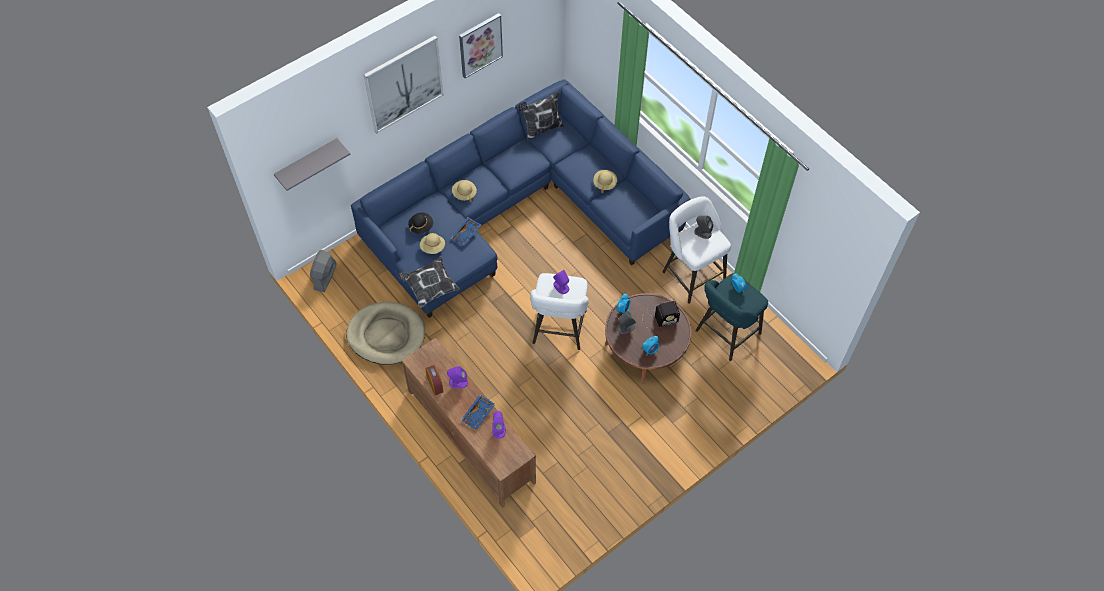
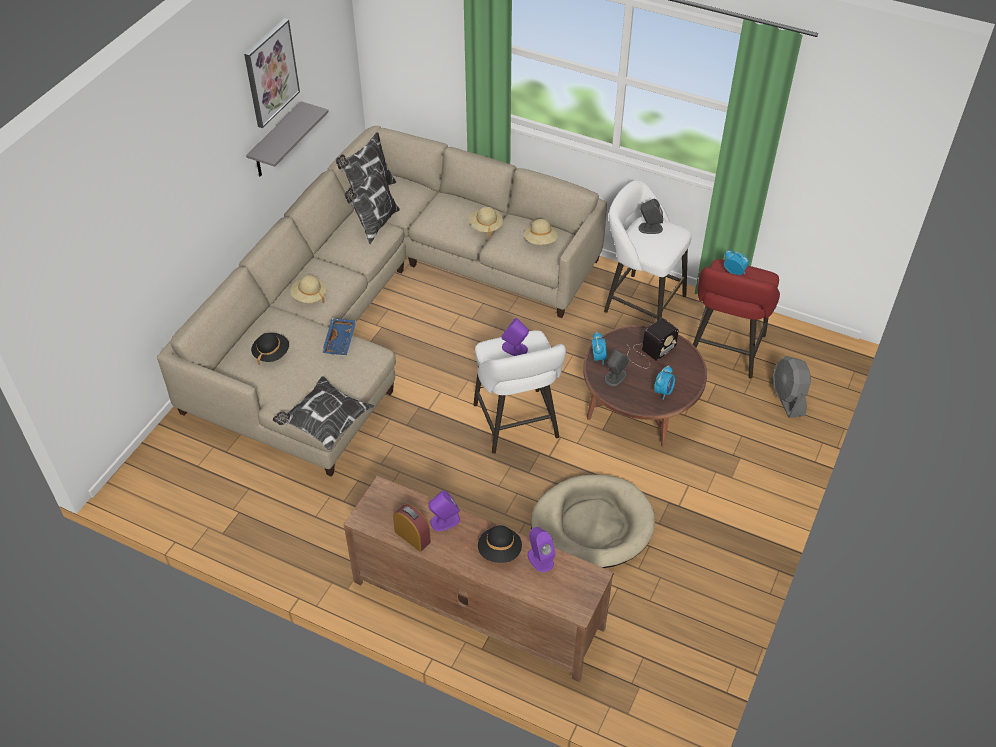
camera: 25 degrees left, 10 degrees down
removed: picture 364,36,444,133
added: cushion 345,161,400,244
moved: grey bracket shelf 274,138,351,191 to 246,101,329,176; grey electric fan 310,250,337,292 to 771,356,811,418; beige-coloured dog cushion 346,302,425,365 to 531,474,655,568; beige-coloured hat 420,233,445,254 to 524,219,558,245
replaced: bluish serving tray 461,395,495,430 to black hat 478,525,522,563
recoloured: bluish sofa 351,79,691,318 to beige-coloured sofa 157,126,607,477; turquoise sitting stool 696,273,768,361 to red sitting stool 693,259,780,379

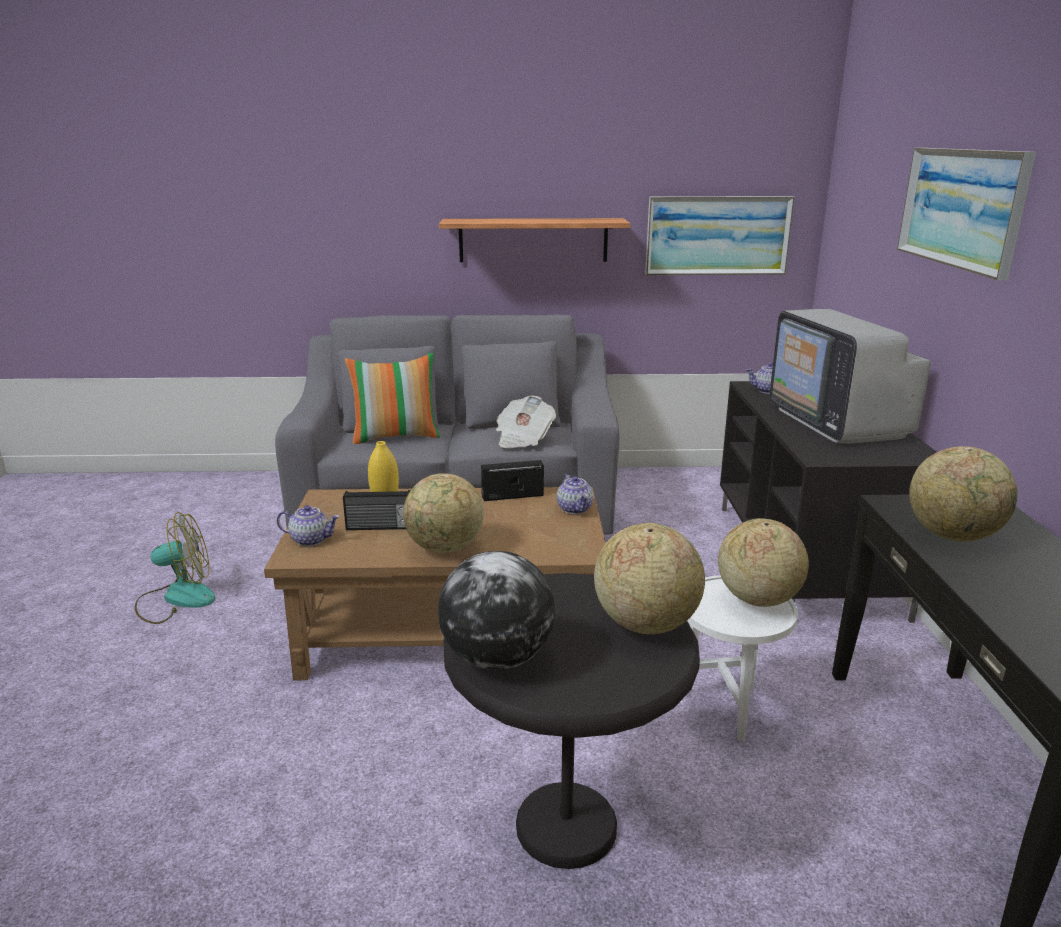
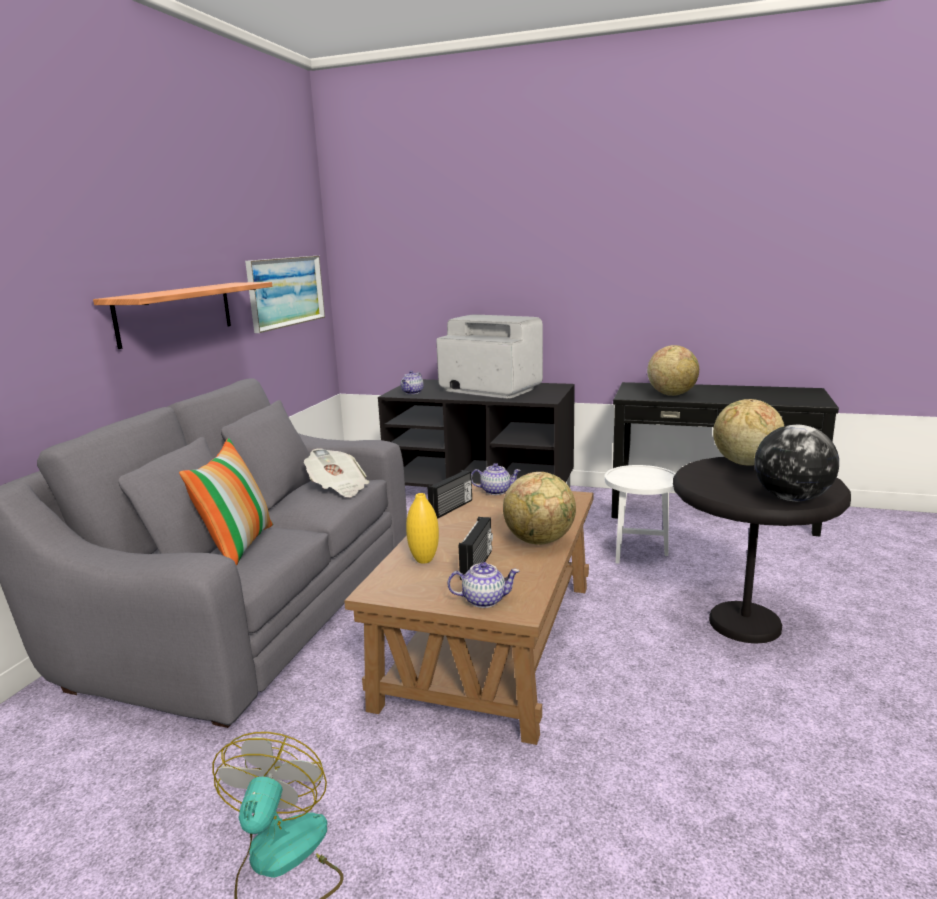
camera: 70 degrees left, 5 degrees down
removed: globe 718,518,809,607; picture 897,148,1036,280
turned: tea pot 277,505,340,546 = 447,562,520,608 60 degrees clockwise; radio 481,460,544,501 = 428,470,472,519 150 degrees counterclockwise; TV 770,309,931,444 = 436,314,543,399 150 degrees counterclockwise

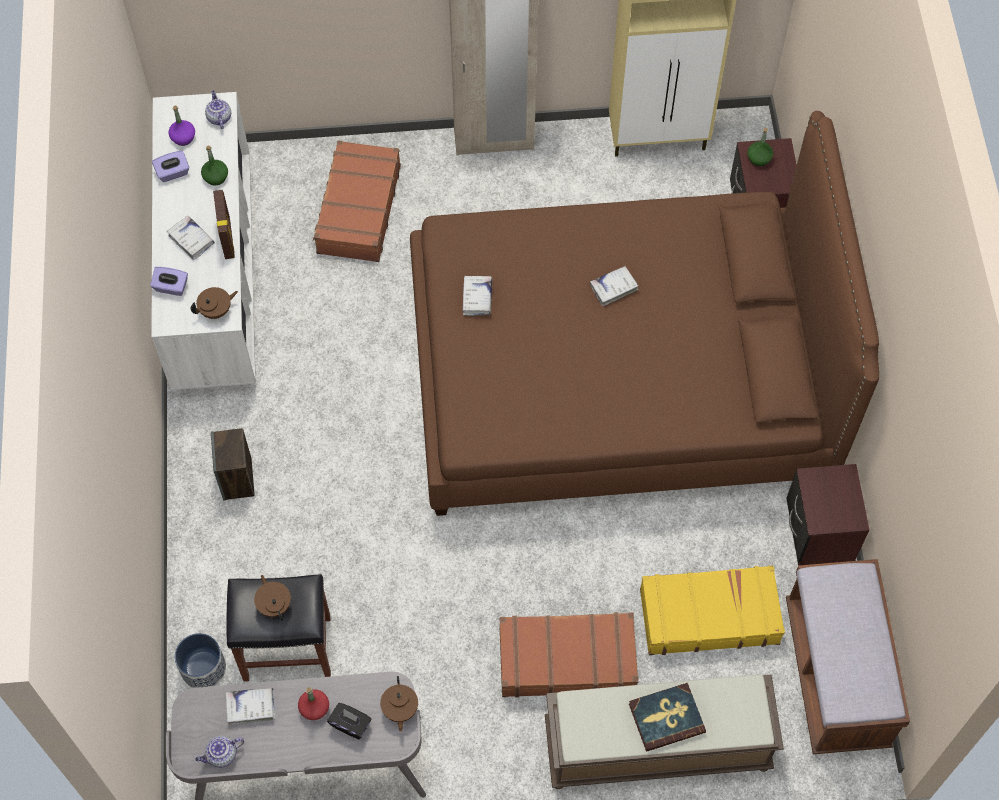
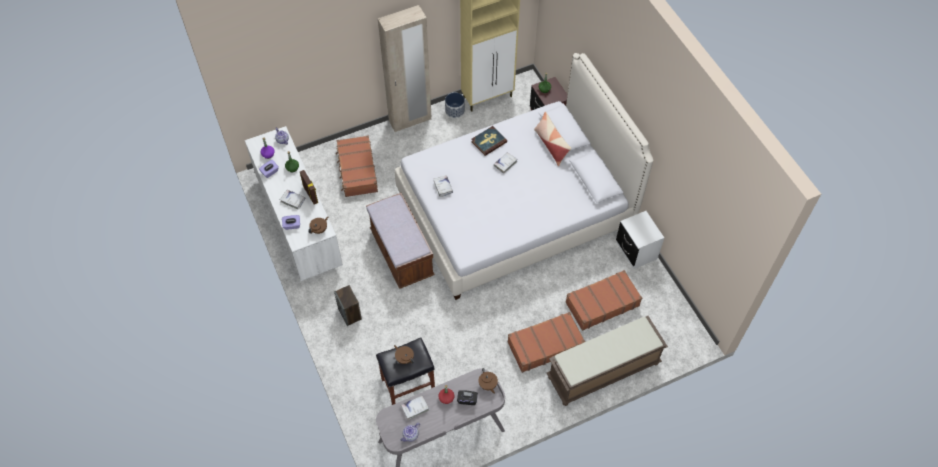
camera: 20 degrees left, 5 degrees down
added: cushion 534,111,571,166
moved: flower pot 174,633,226,688 to 445,92,465,119; volume 629,683,706,752 to 471,126,507,156; brown bench 786,559,910,754 to 366,193,434,289
recoloured: brown bedroom bed 410,111,879,516 to white-coloured bedroom bed 395,53,653,300; yellowish piece of luggage 640,565,785,655 to brown piece of luggage 566,270,642,331; brown night table 786,464,869,565 to white-coloured night table 616,211,664,269

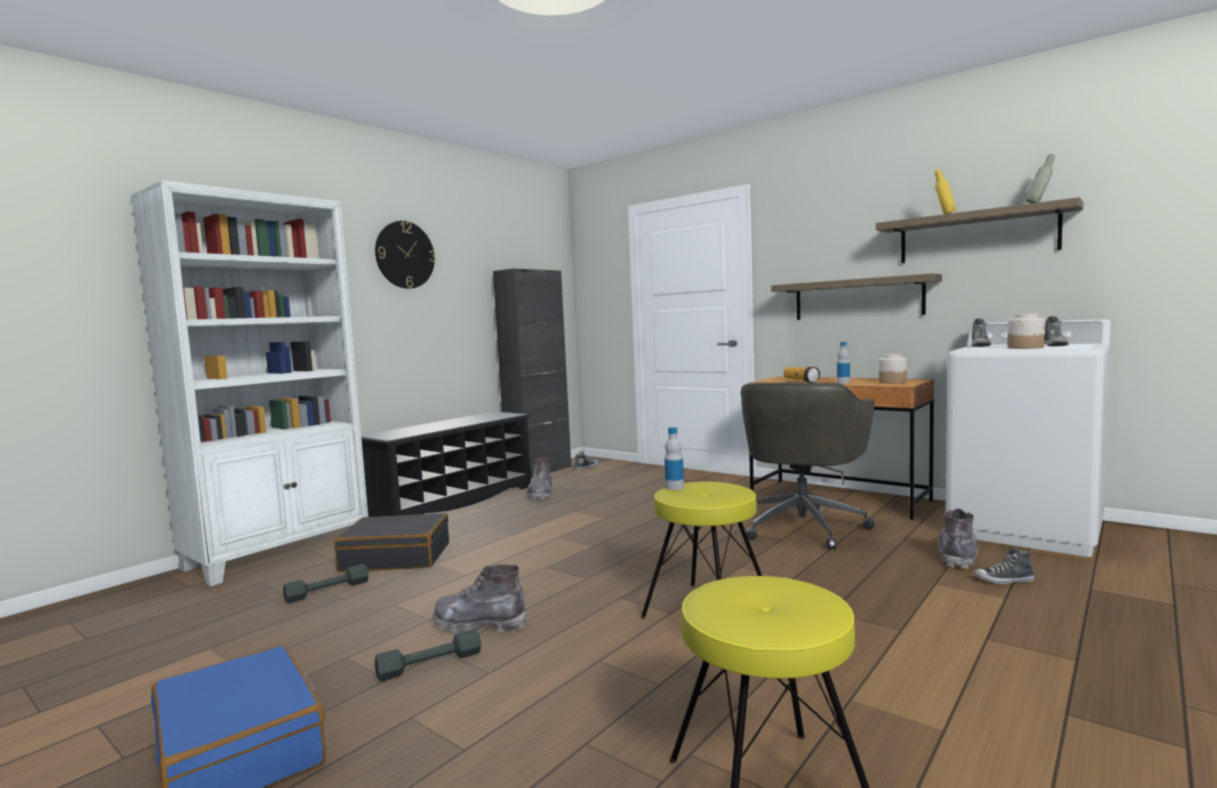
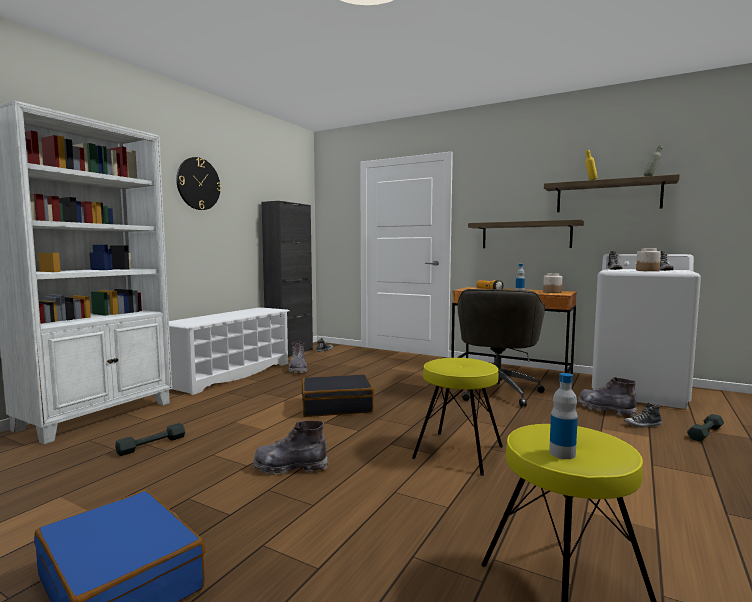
camera: 10 degrees left, 0 degrees up
moved: black piece of luggage 334,513,449,572 to 302,374,374,417; grey dumbbell 375,629,481,682 to 687,414,724,442; bottle 665,427,684,490 to 549,373,578,459
recoloured: black shoe stand 361,412,531,517 to white-coloured shoe stand 169,307,290,395
turned: grey boot 938,508,978,569 = 578,377,638,417 60 degrees counterclockwise

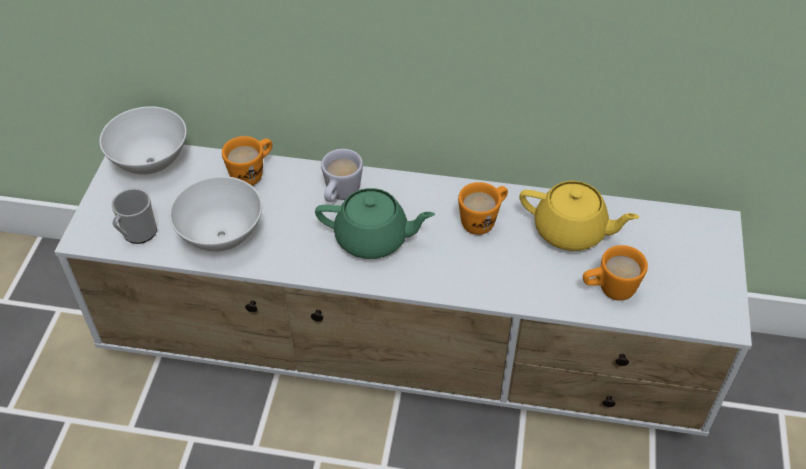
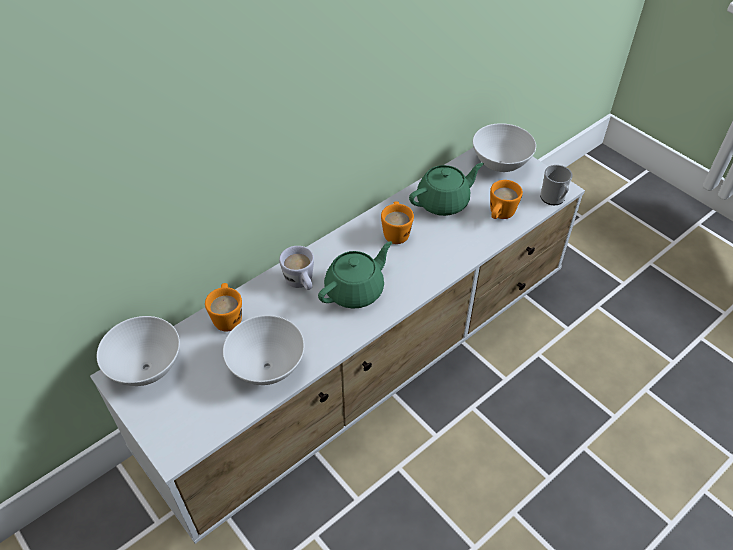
camera: 50 degrees left, 0 degrees up
added: white-coloured deep dish 473,123,536,172
moved: tea mug 111,188,157,244 to 540,165,573,205
recoloured: yellowish tea pot 519,181,640,251 to green tea pot 409,163,484,216

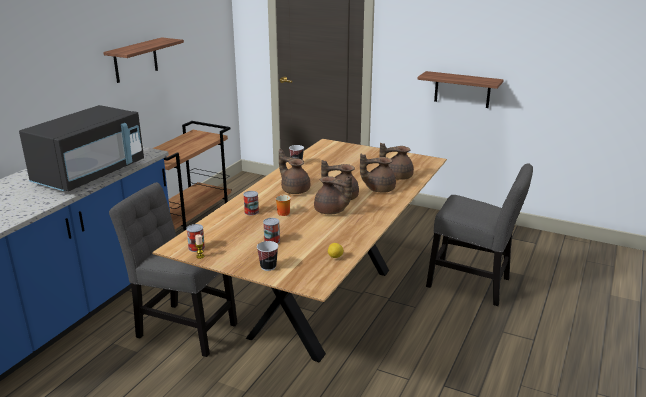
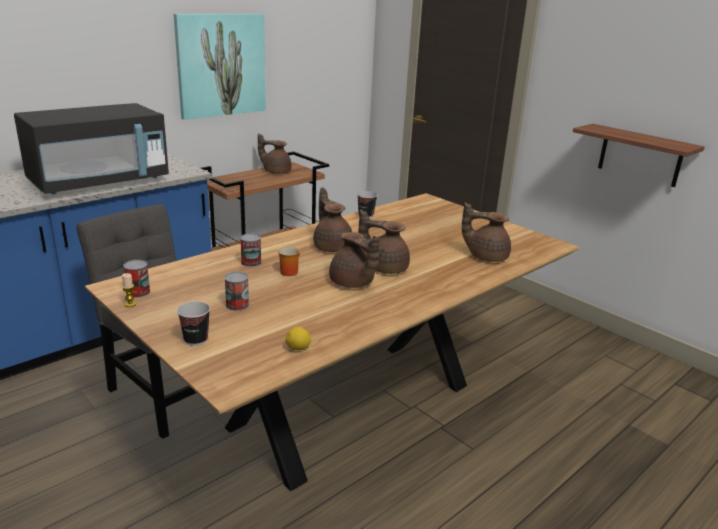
camera: 20 degrees right, 0 degrees up
removed: grey chair 426,163,533,306
moved: brown tea pot 360,154,396,193 to 258,133,292,174
replaced: bracket shelf 103,37,184,83 to picture 174,14,266,120

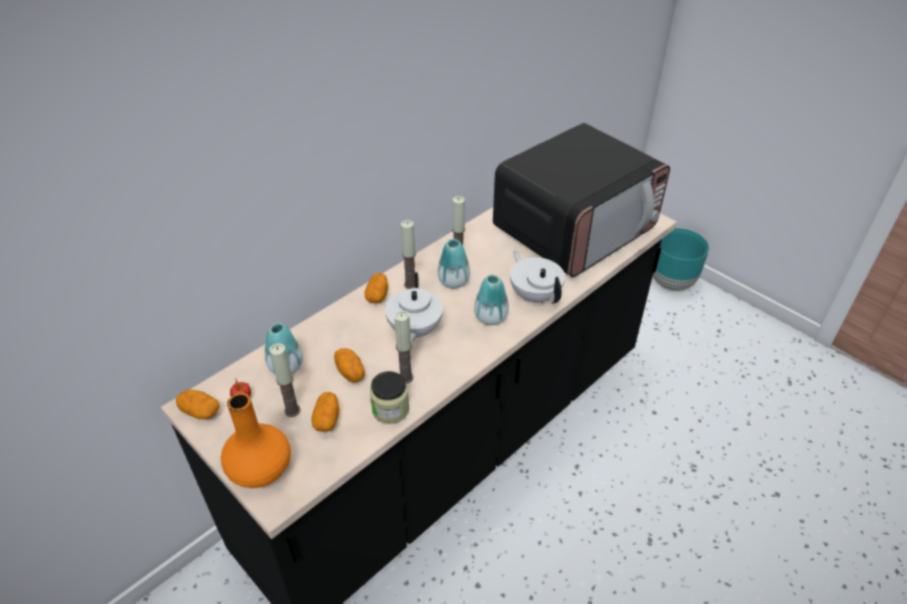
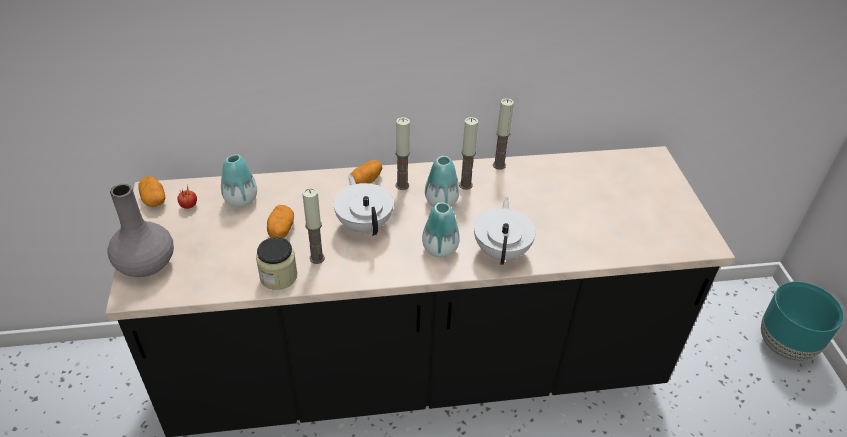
camera: 35 degrees right, 0 degrees up
removed: potato 312,392,340,432; microwave oven 493,123,670,277
moved: wax candle 269,343,300,417 to 493,98,514,170
recoloured: orangey vase 221,393,291,488 to grey vase 107,184,174,277
turned: white-coloured tea pot 385,272,443,341 = 333,174,393,235 120 degrees clockwise

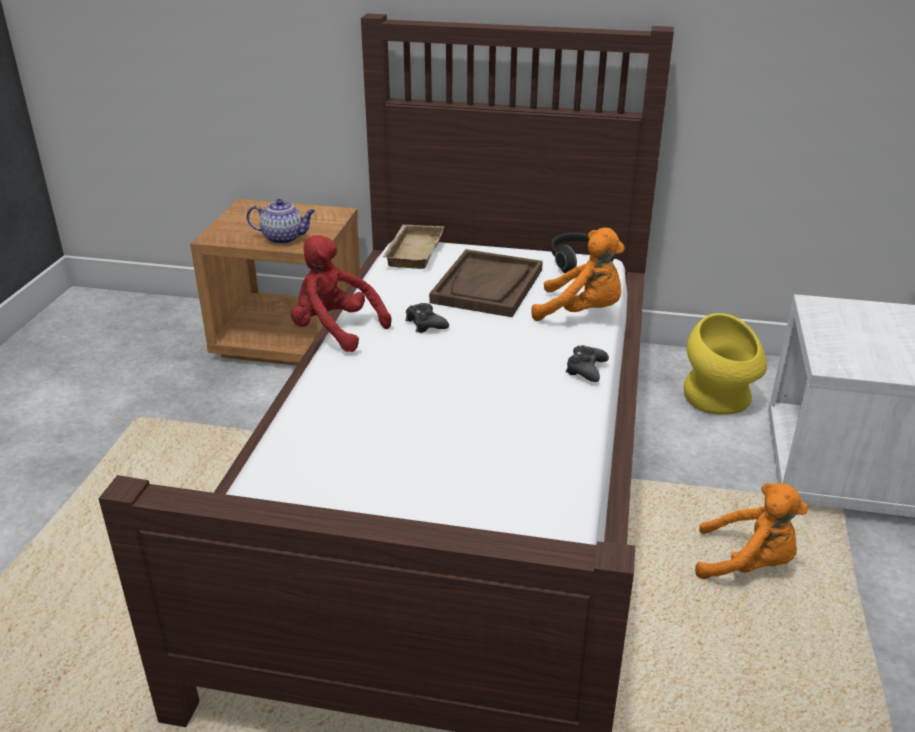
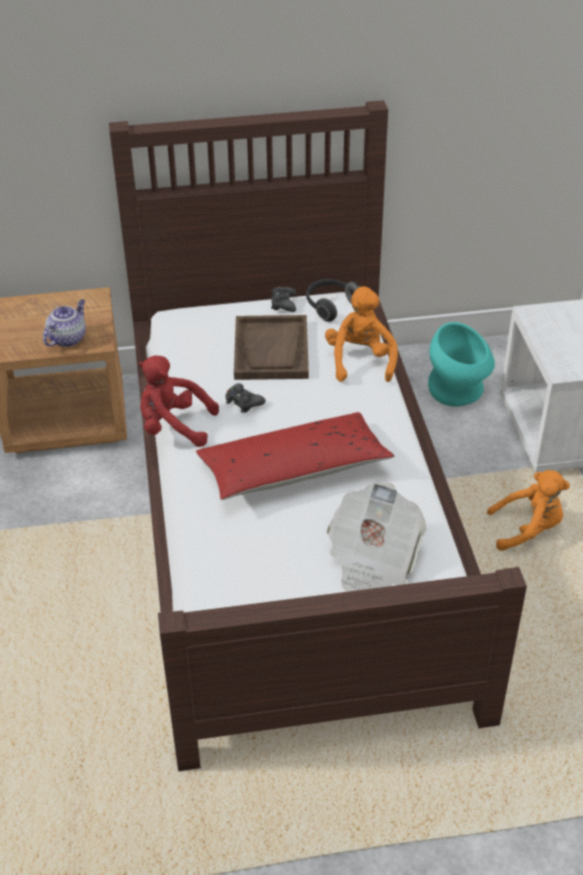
camera: 20 degrees left, 10 degrees up
removed: beige-coloured serving tray 383,225,444,269
added: red cushion 196,412,394,500; daily paper 327,482,426,592
moved: black joypad 566,345,609,382 to 271,287,296,312
recoloured: yellowish vase 684,313,767,415 to turquoise vase 428,322,495,406
turned: tea pot 246,199,315,244 = 43,299,86,347 45 degrees counterclockwise; orangey plush toy 531,228,625,321 = 325,286,398,382 90 degrees counterclockwise

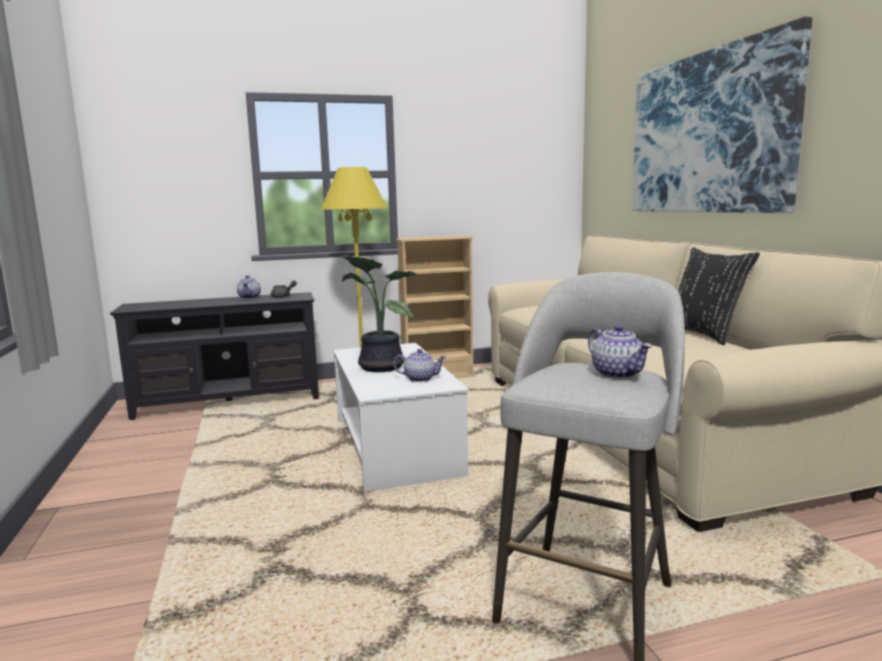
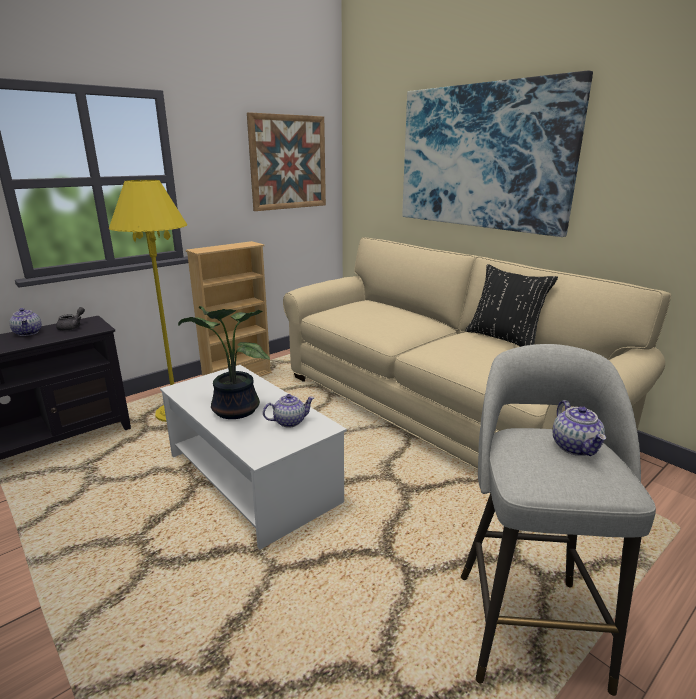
camera: 25 degrees left, 10 degrees up
added: picture 247,112,326,211
turned: tea pot 588,325,652,379 = 553,400,606,456 45 degrees clockwise

